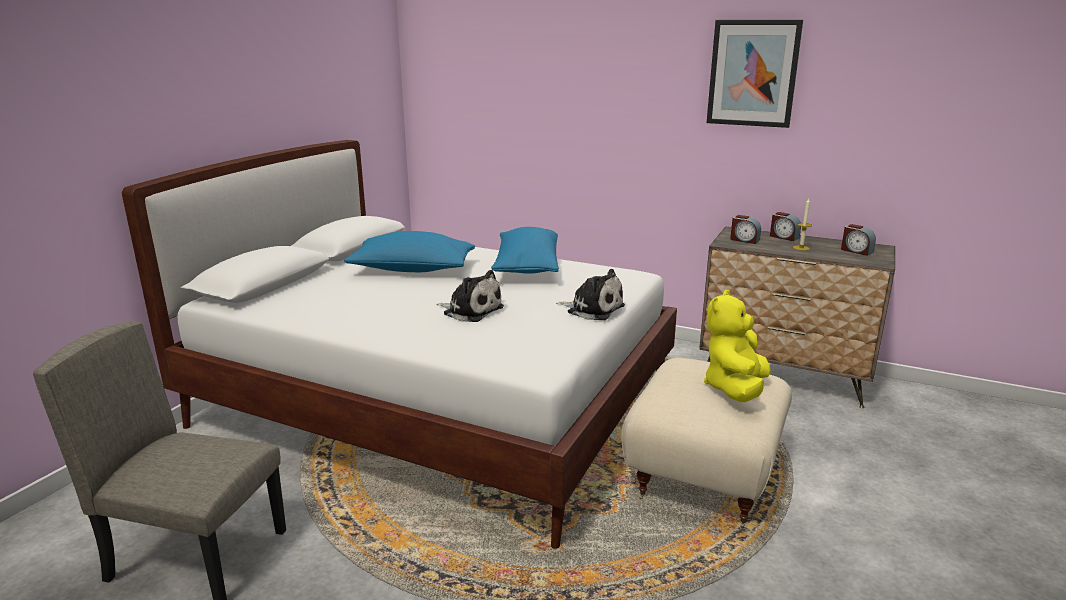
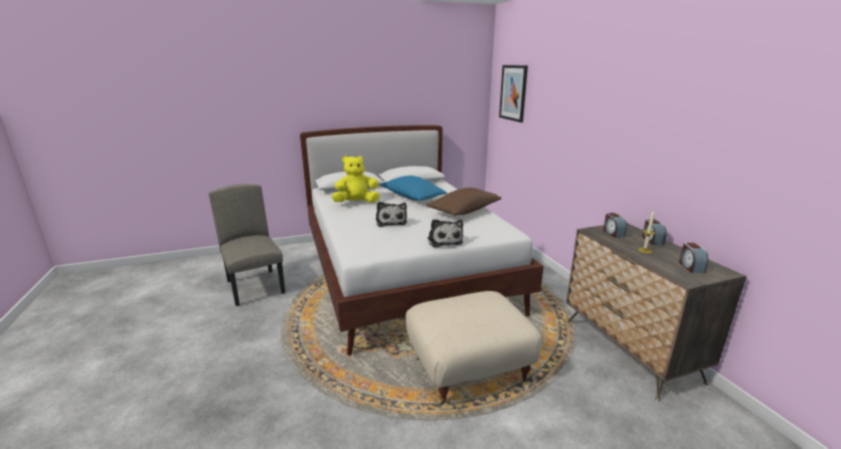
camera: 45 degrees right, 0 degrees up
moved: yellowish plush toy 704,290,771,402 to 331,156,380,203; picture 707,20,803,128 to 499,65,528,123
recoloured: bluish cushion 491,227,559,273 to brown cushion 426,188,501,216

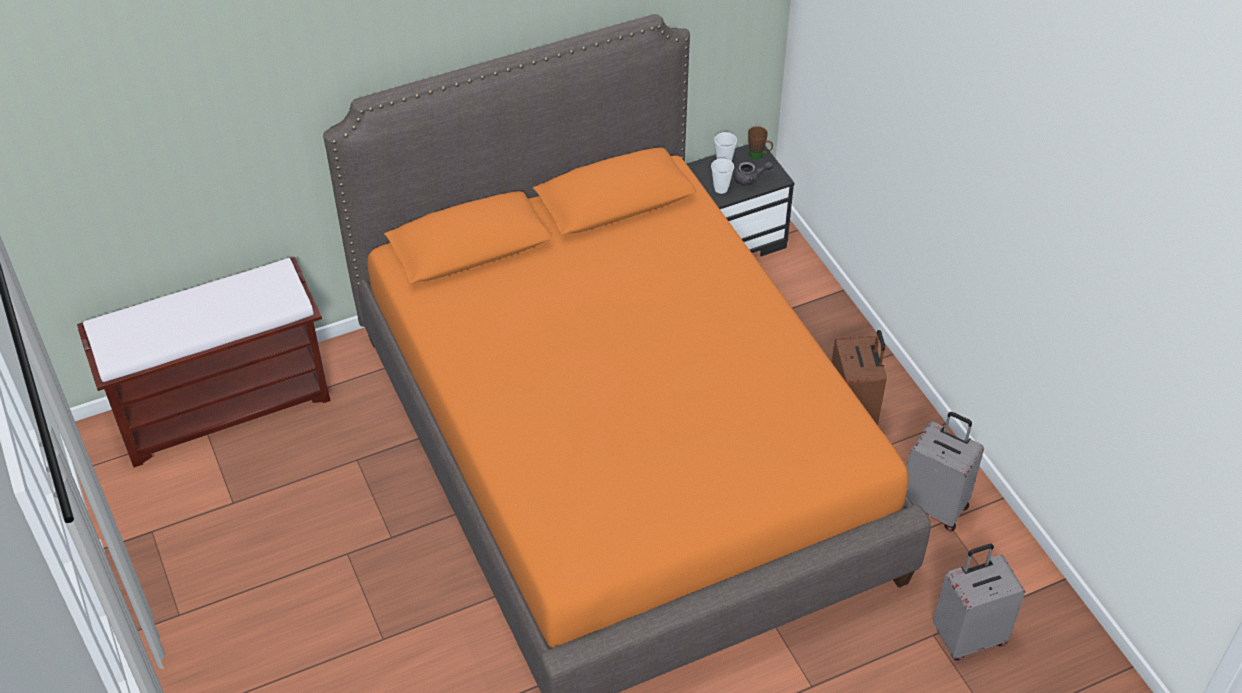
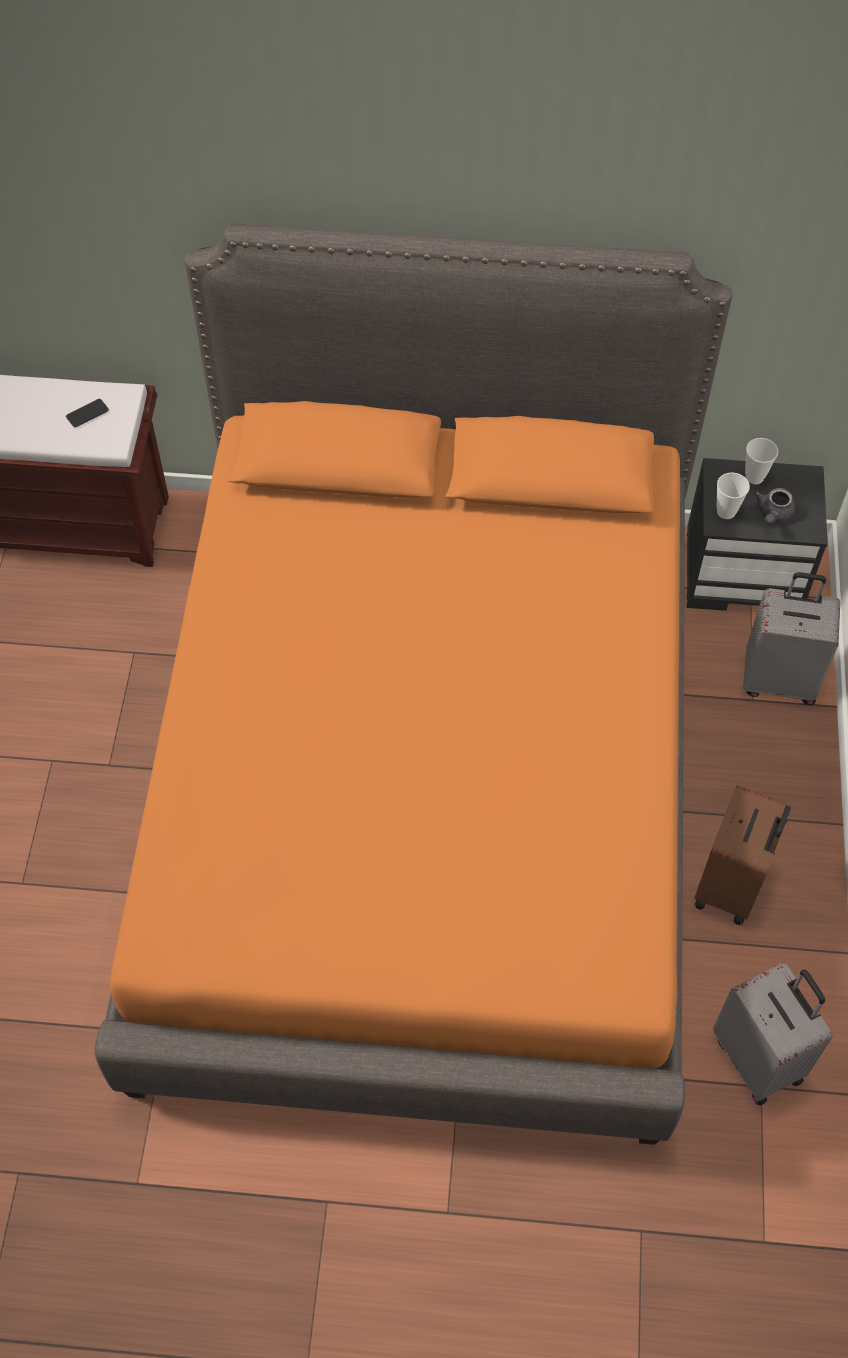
camera: 30 degrees right, 10 degrees up
removed: brown tea mug 748,126,773,159
added: phone 66,399,109,428
moved: grey piece of luggage 933,544,1025,660 to 743,572,840,705
turned: grey tea pot 734,162,773,186 = 754,488,796,525 90 degrees clockwise

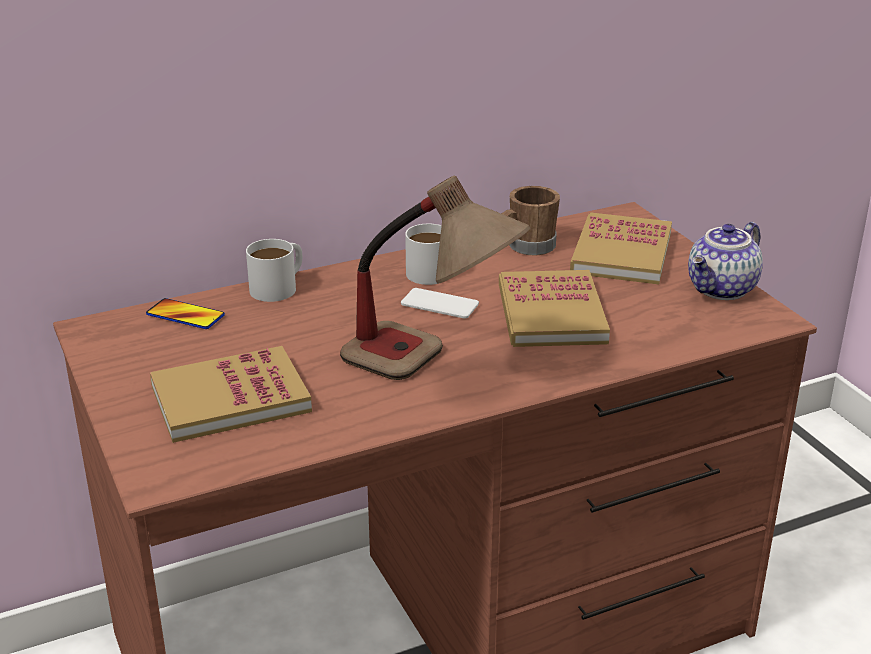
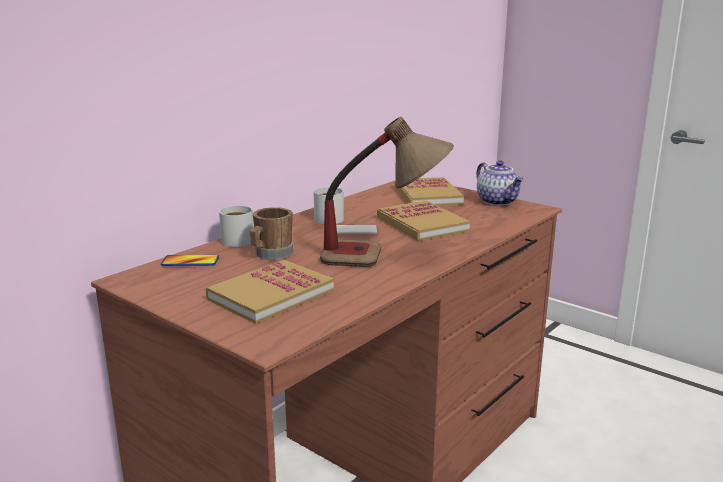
camera: 25 degrees left, 10 degrees down
moved: brown tea mug 502,186,560,256 to 250,207,293,260
turned: tea pot 688,222,763,300 = 476,160,524,206 45 degrees counterclockwise

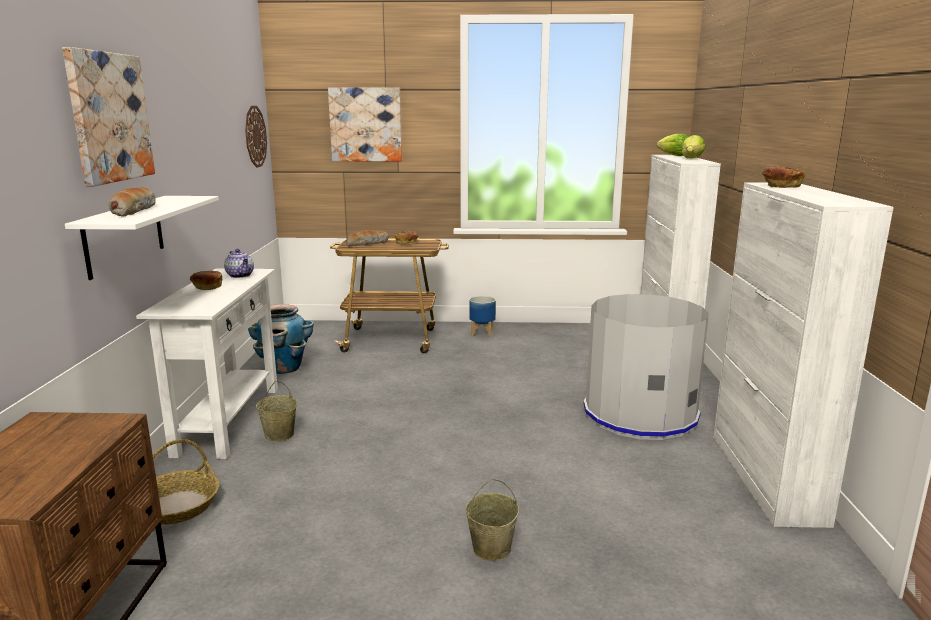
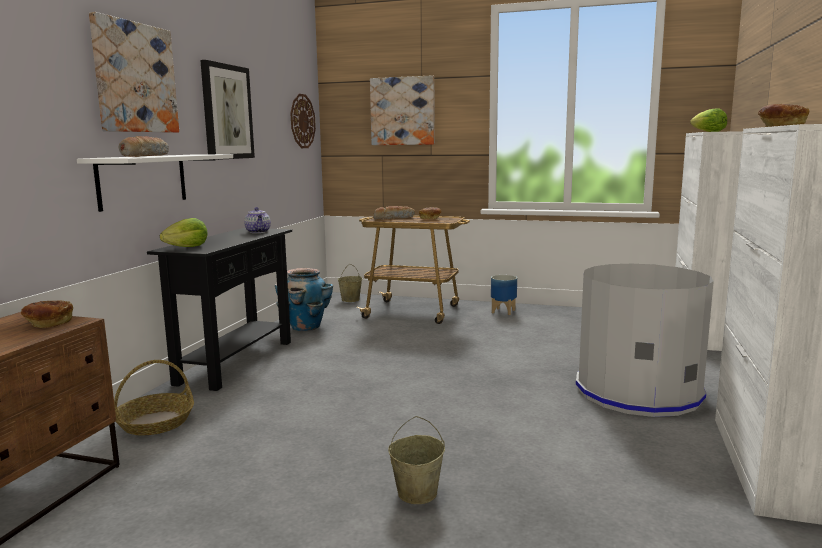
camera: 15 degrees right, 5 degrees down
added: picture 200,60,255,160
moved: baked bread 190,271,222,290 to 21,300,73,328; beige-coloured bucket 256,381,297,442 to 337,264,362,302; lettuce head 681,135,706,159 to 160,218,208,247
recoloured: white-coloured narrow table 136,269,278,459 to black narrow table 147,228,292,391

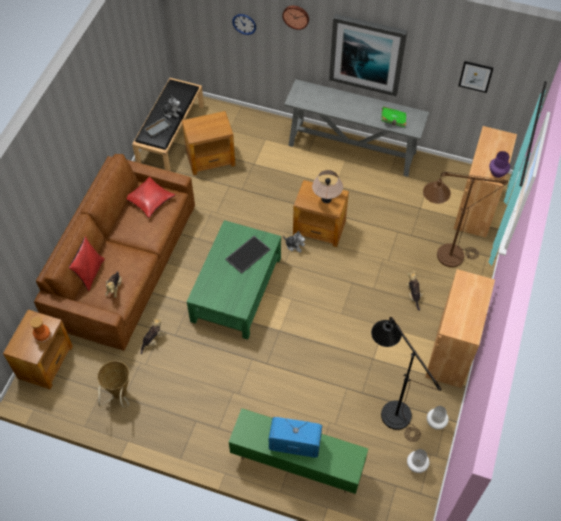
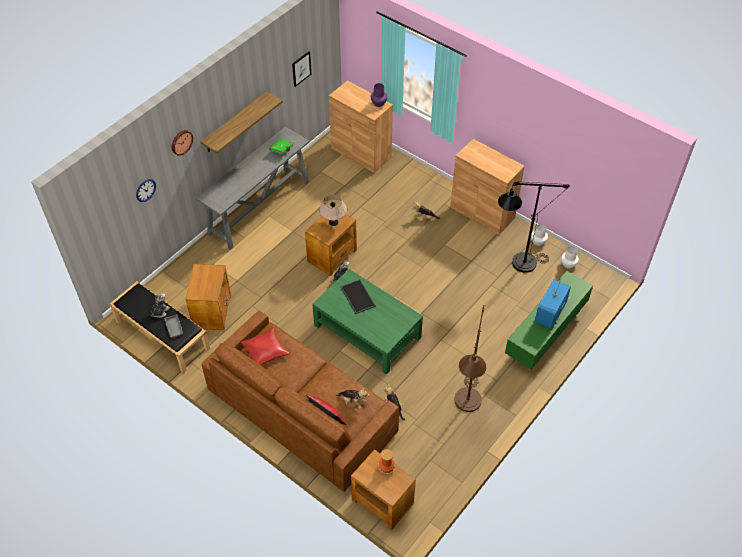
camera: 70 degrees left, 5 degrees down
removed: storage basket 97,361,129,408
moved: brown floor lamp 423,172,508,267 to 454,306,487,412
replaced: picture 329,14,407,96 to bracket shelf 201,91,283,153

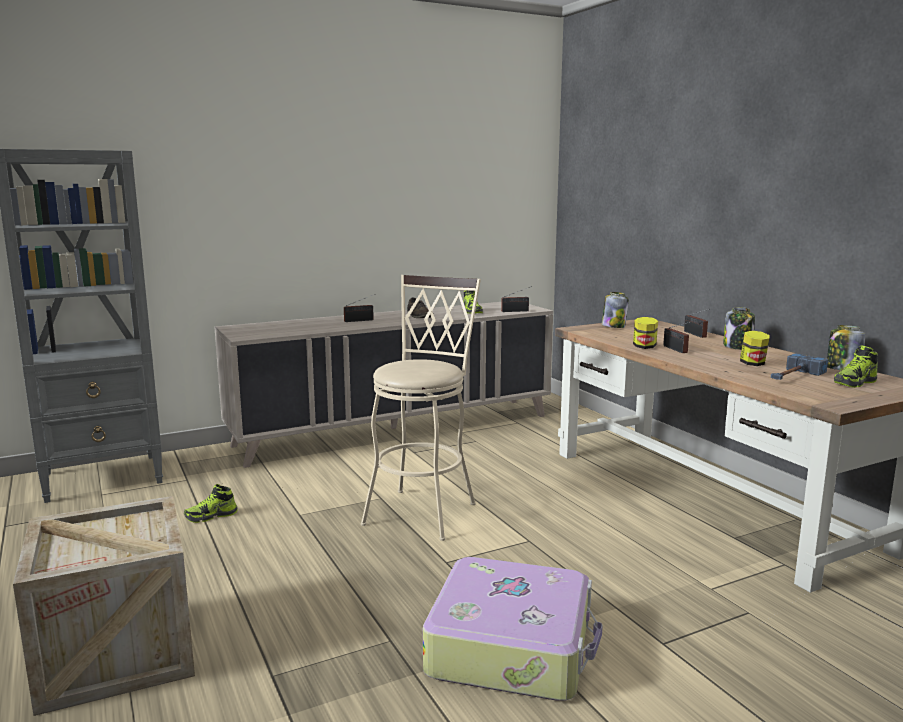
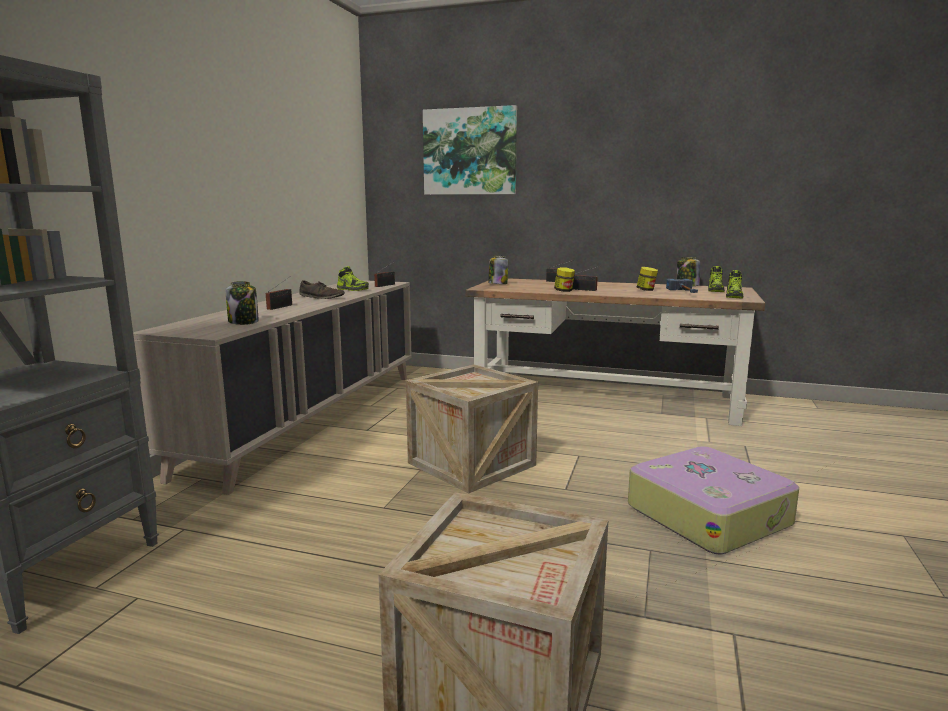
camera: 45 degrees left, 0 degrees up
added: picture 423,105,517,195
moved: item of footwear 184,484,238,523 to 726,270,743,299; jar 723,307,755,350 to 226,281,259,325
replaced: beige-coloured sitting stool 361,275,481,541 to shipping crate 406,364,538,494

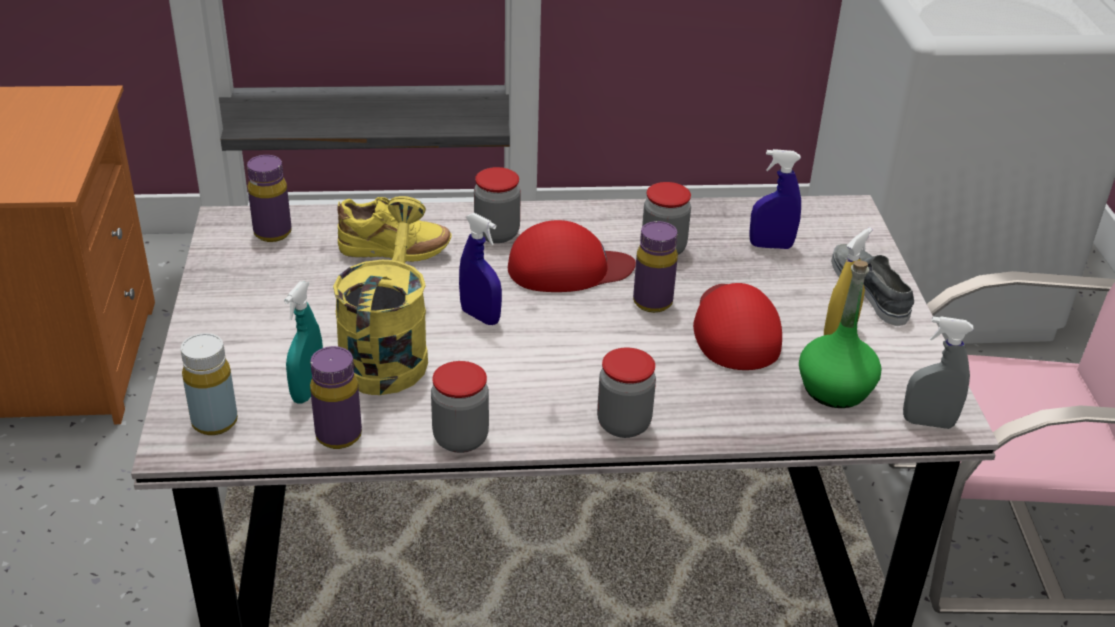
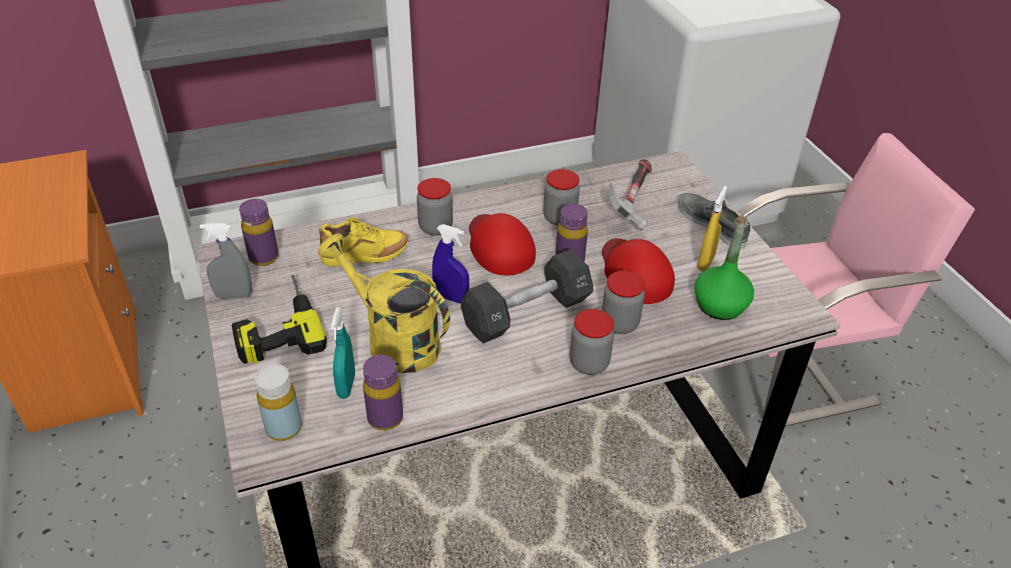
camera: 15 degrees left, 5 degrees up
added: drill 231,275,327,364; black dumbbell 461,249,593,344
moved: jar 431,361,489,453 to 602,271,645,334; grey hand sprayer 903,316,974,429 to 200,223,252,299
replaced: bluish hand sprayer 749,149,801,249 to hand hammer 605,159,652,230
turned: yellowish watering can 333,196,428,395 = 318,233,450,373 45 degrees counterclockwise; red cap 508,220,636,292 = 469,213,536,275 90 degrees counterclockwise

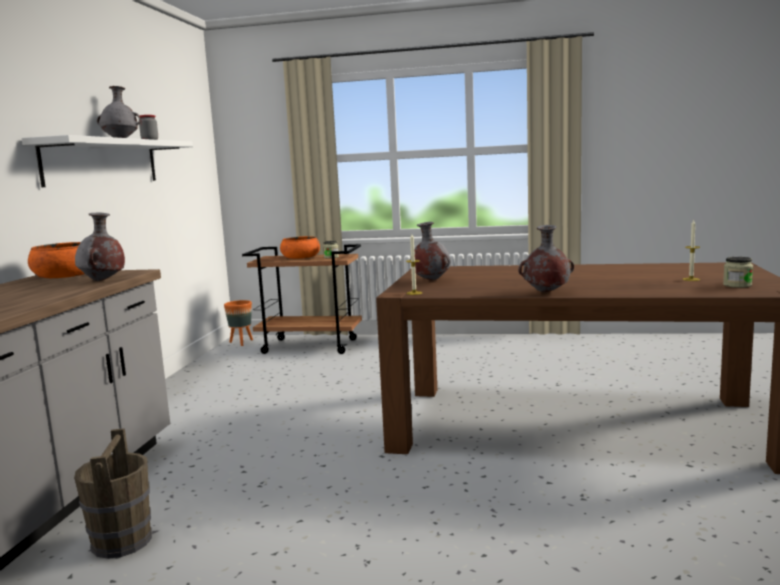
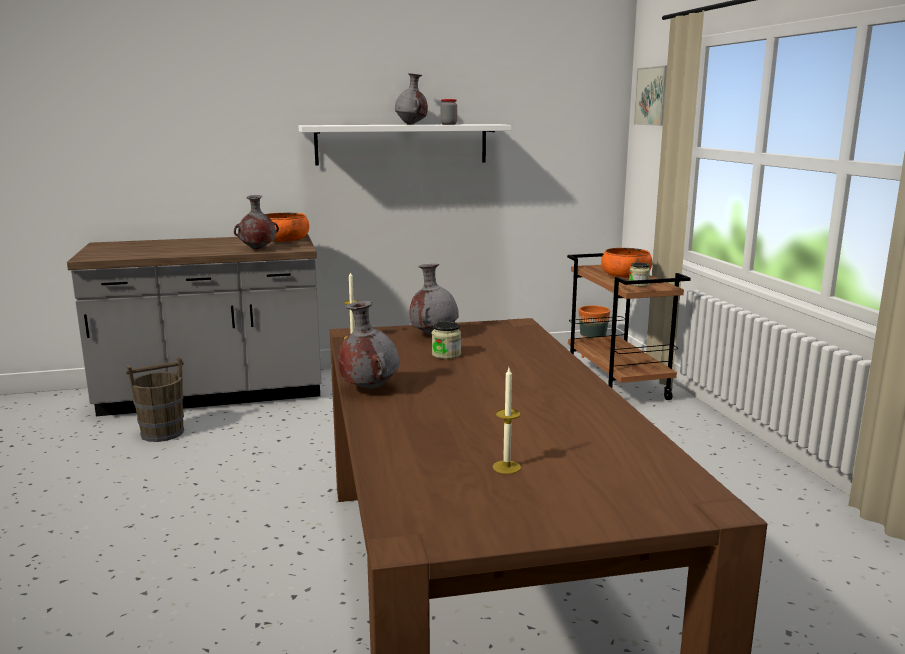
camera: 65 degrees right, 5 degrees up
added: picture 634,66,667,126
moved: jar 723,257,753,288 to 432,321,461,359

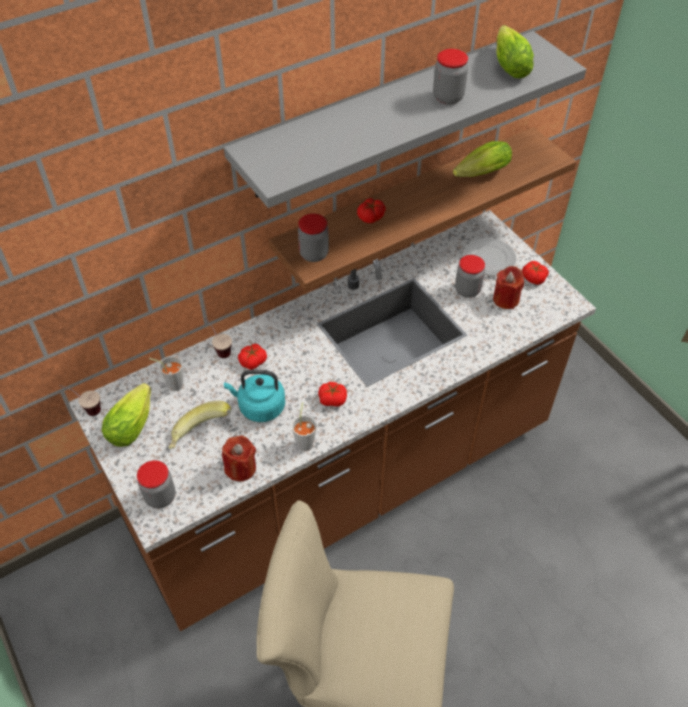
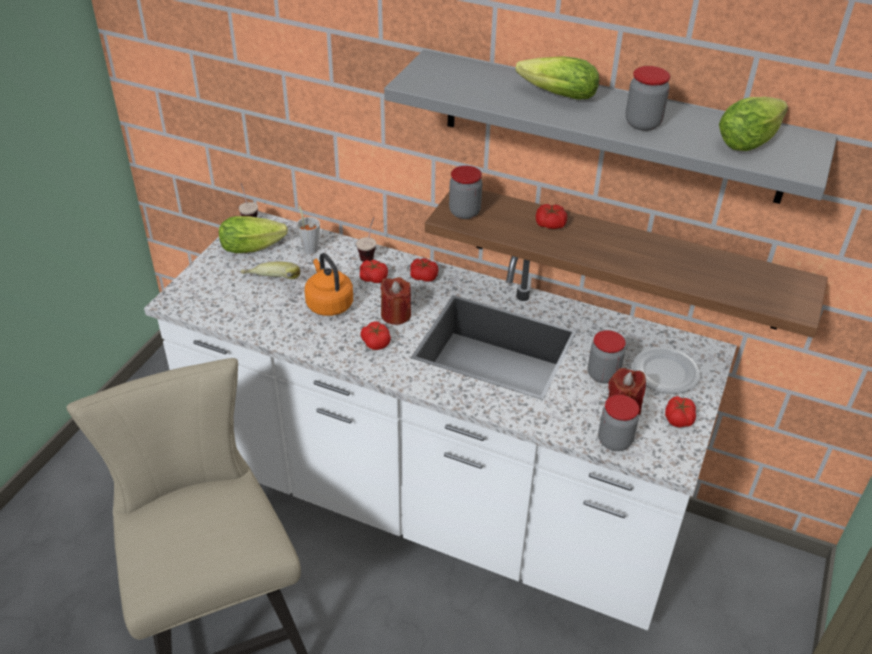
camera: 55 degrees right, 10 degrees down
removed: grey small cup 291,402,317,451
added: tomato 410,258,439,282
moved: jar 137,460,175,509 to 598,395,639,451; red wax candle 222,435,256,481 to 380,277,411,325; lettuce head 453,141,512,177 to 515,56,599,100
recoloured: brown kitchen base unit 69,210,596,631 to white-coloured kitchen base unit 144,211,737,630; turquoise tea kettle 224,370,285,422 to orangey tea kettle 305,253,353,316

